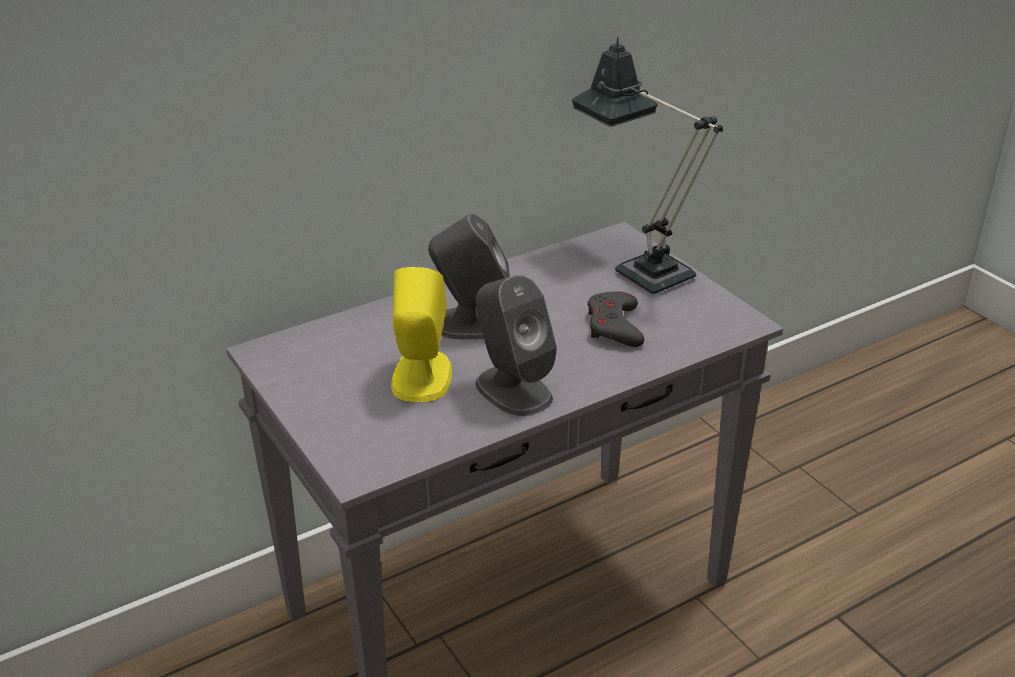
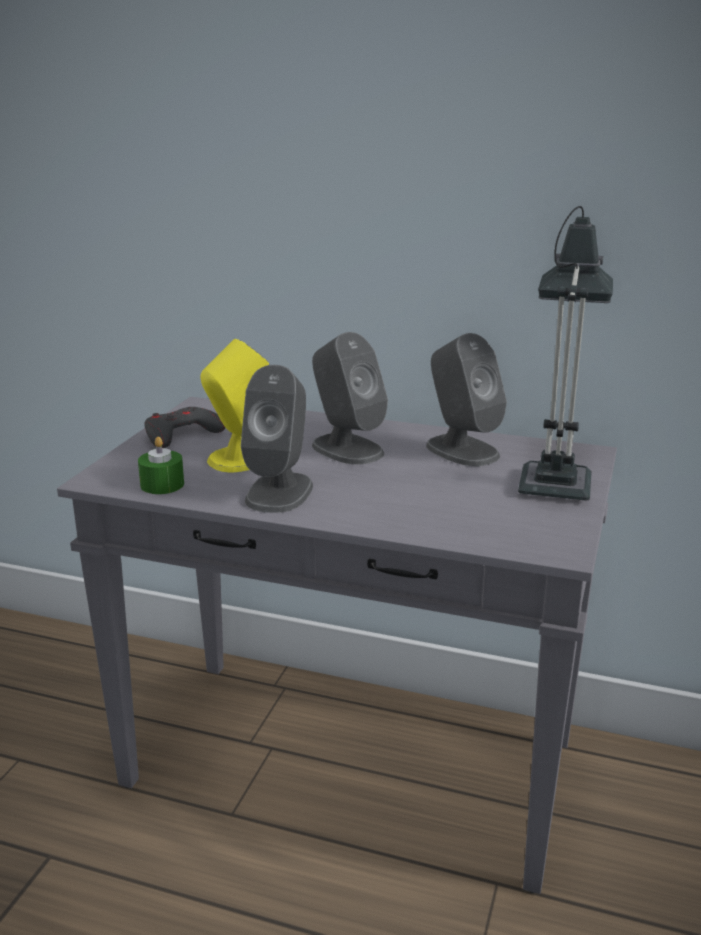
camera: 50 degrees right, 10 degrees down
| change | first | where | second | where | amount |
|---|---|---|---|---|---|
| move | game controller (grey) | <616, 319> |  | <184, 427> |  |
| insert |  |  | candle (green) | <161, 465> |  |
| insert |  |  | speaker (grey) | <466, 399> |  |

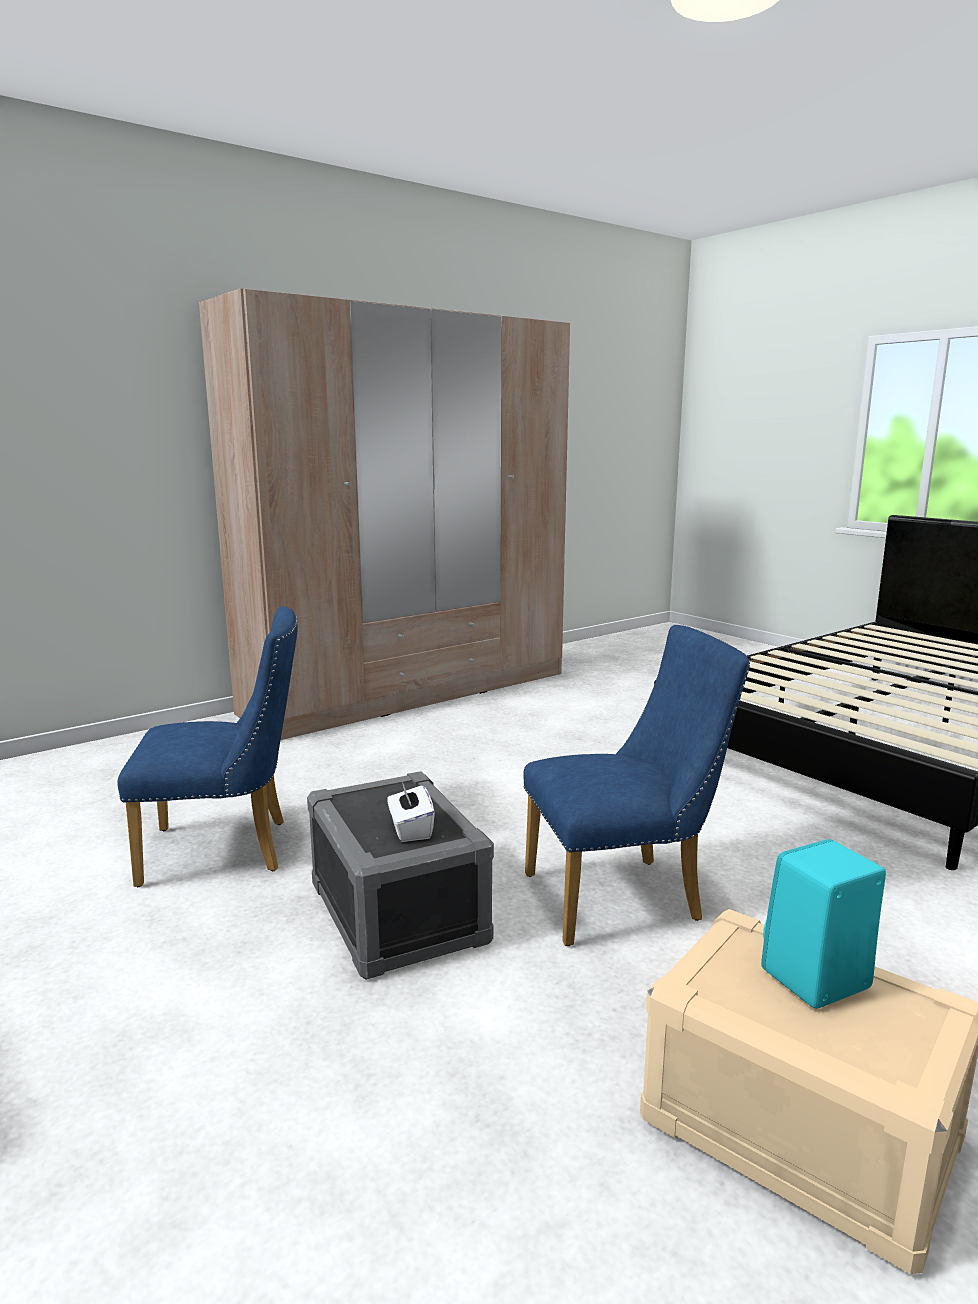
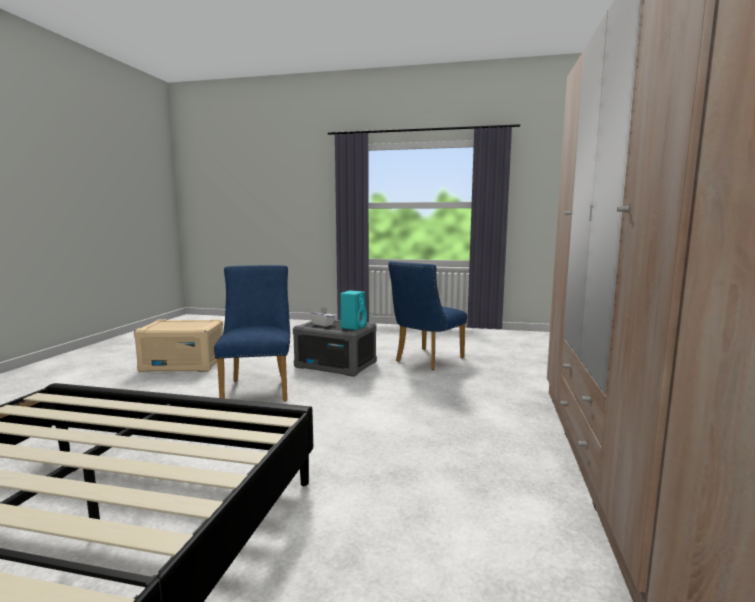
camera: 140 degrees right, 5 degrees down
| change | first | where | second | where | amount |
|---|---|---|---|---|---|
| rotate | chair (blue) | <636, 785> |  | <252, 333> | 135 degrees clockwise |
| move | speaker (turquoise) | <823, 924> |  | <353, 310> |  |

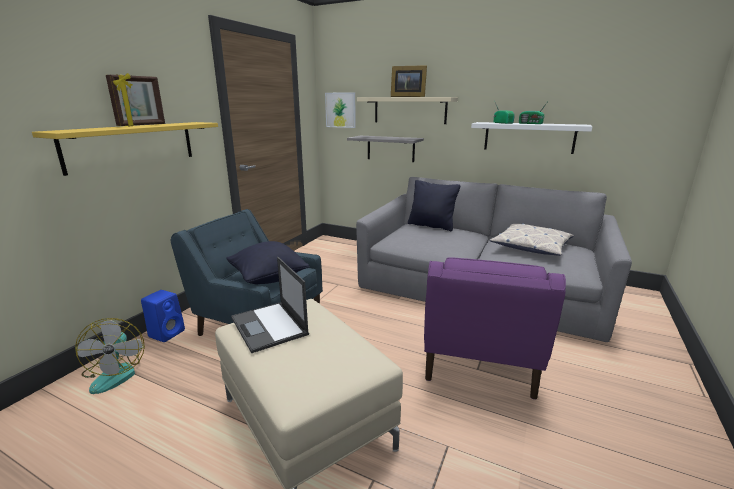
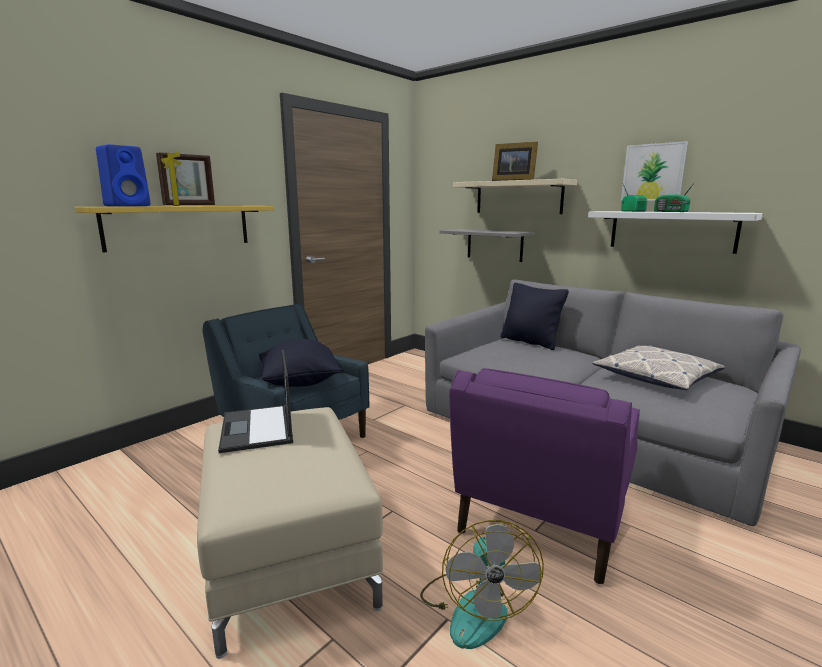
camera: 15 degrees right, 5 degrees down
| change | first | where | second | where | amount |
|---|---|---|---|---|---|
| move | fan | <110, 356> |  | <482, 584> |  |
| move | speaker (blue) | <163, 316> |  | <123, 175> |  |
| move | picture | <340, 110> |  | <654, 171> |  |

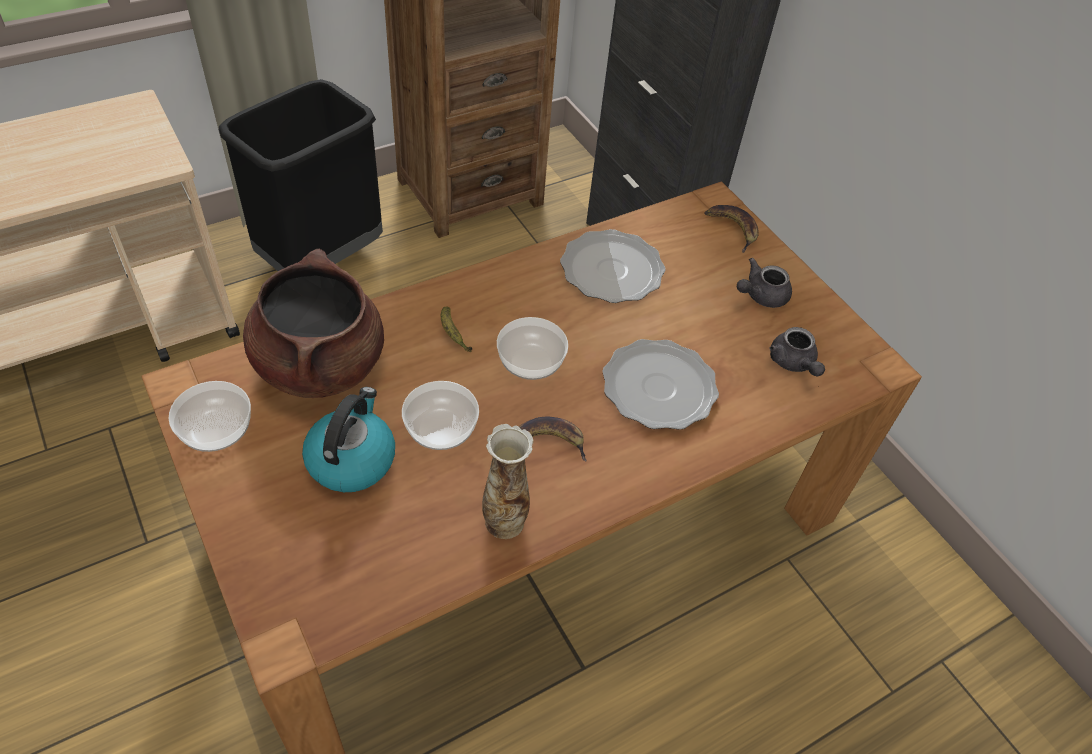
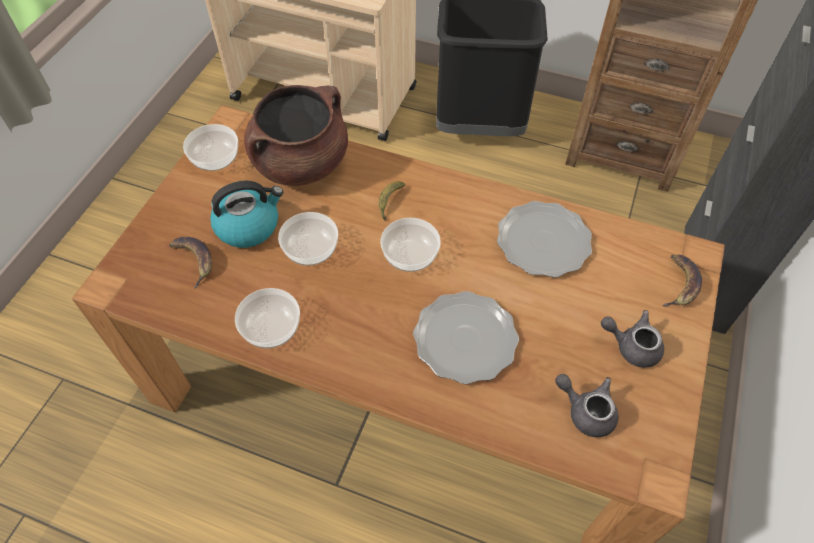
camera: 55 degrees right, 5 degrees up
| change | first | where | second | where | amount |
|---|---|---|---|---|---|
| replace | vase | <508, 481> | bowl | <267, 318> |  |
| move | banana | <553, 439> |  | <190, 263> |  |
| rotate | teapot (grey) | <797, 351> |  | <586, 406> | 90 degrees clockwise |

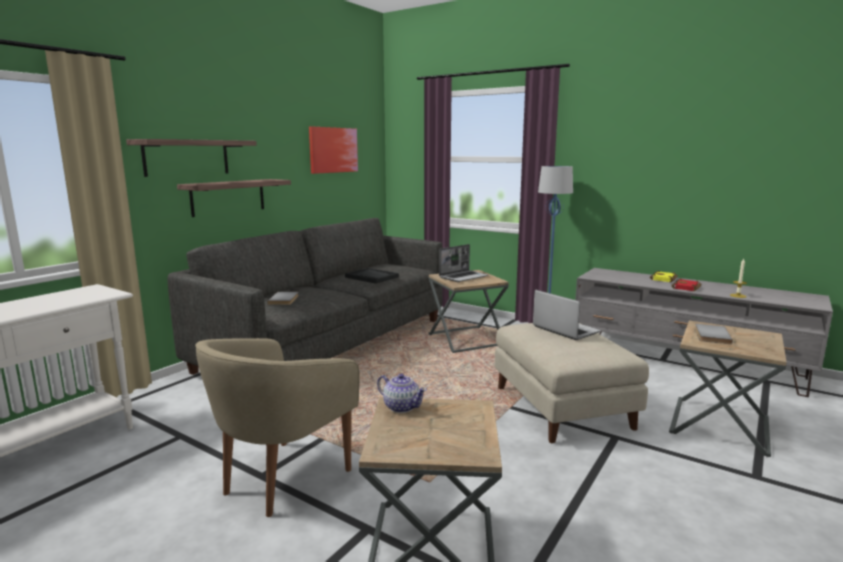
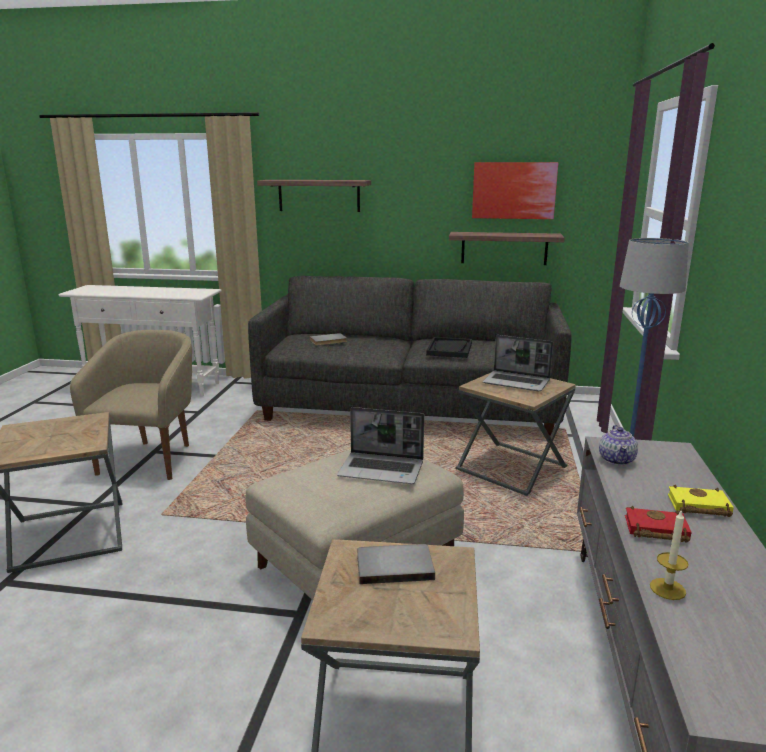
camera: 65 degrees right, 5 degrees up
| change | first | where | second | where | amount |
|---|---|---|---|---|---|
| move | shelf | <234, 198> |  | <507, 248> |  |
| rotate | armchair (beige) | <277, 427> |  | <131, 405> | 90 degrees clockwise |
| move | teapot | <402, 393> |  | <618, 445> |  |
| rotate | laptop | <567, 315> |  | <380, 445> | 75 degrees clockwise |

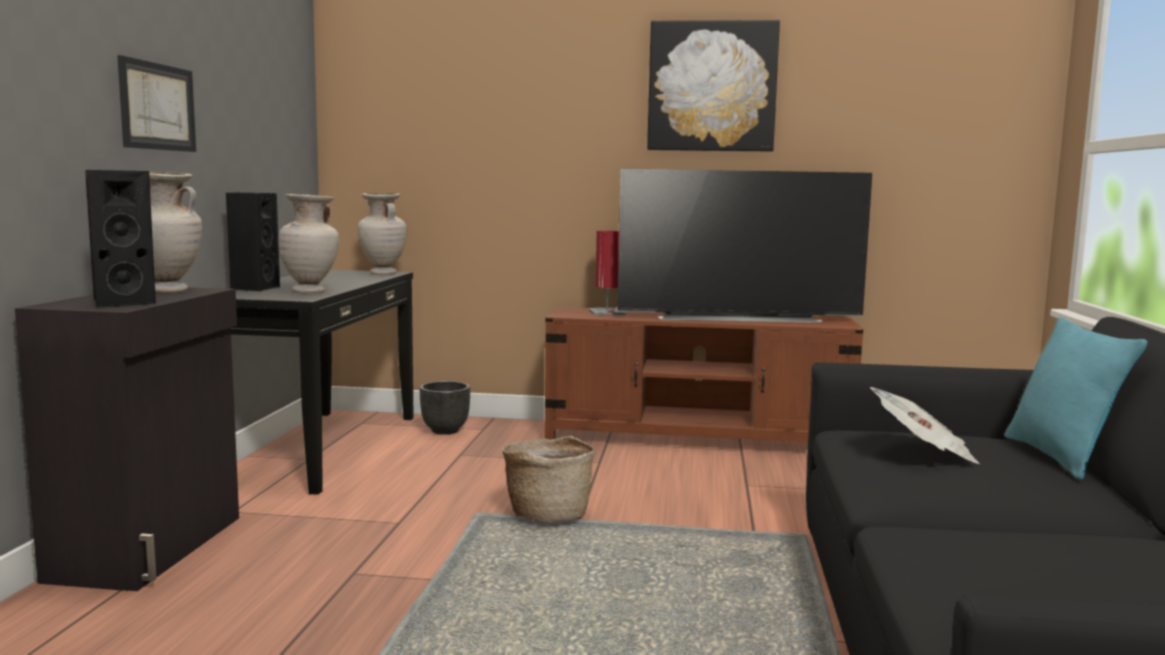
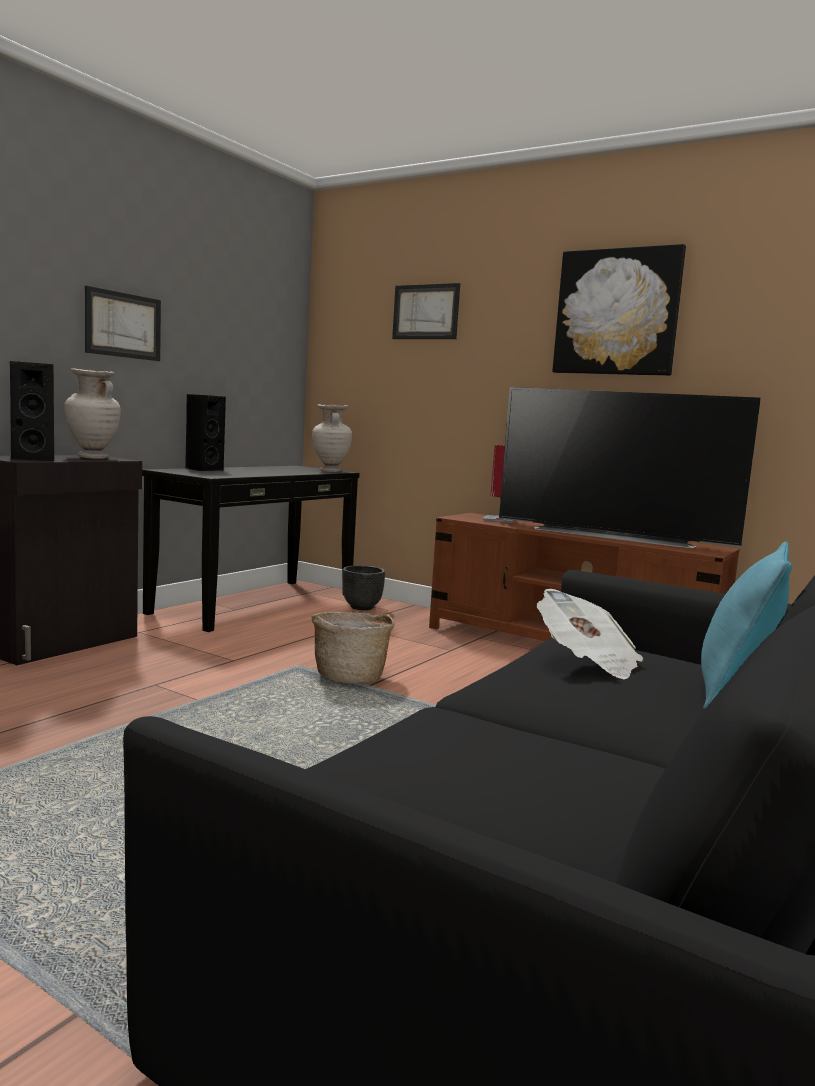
camera: 25 degrees right, 0 degrees up
| change | first | where | second | where | amount |
|---|---|---|---|---|---|
| delete | vase (beige) | <308, 243> |  |  |  |
| insert |  |  | picture | <426, 311> |  |

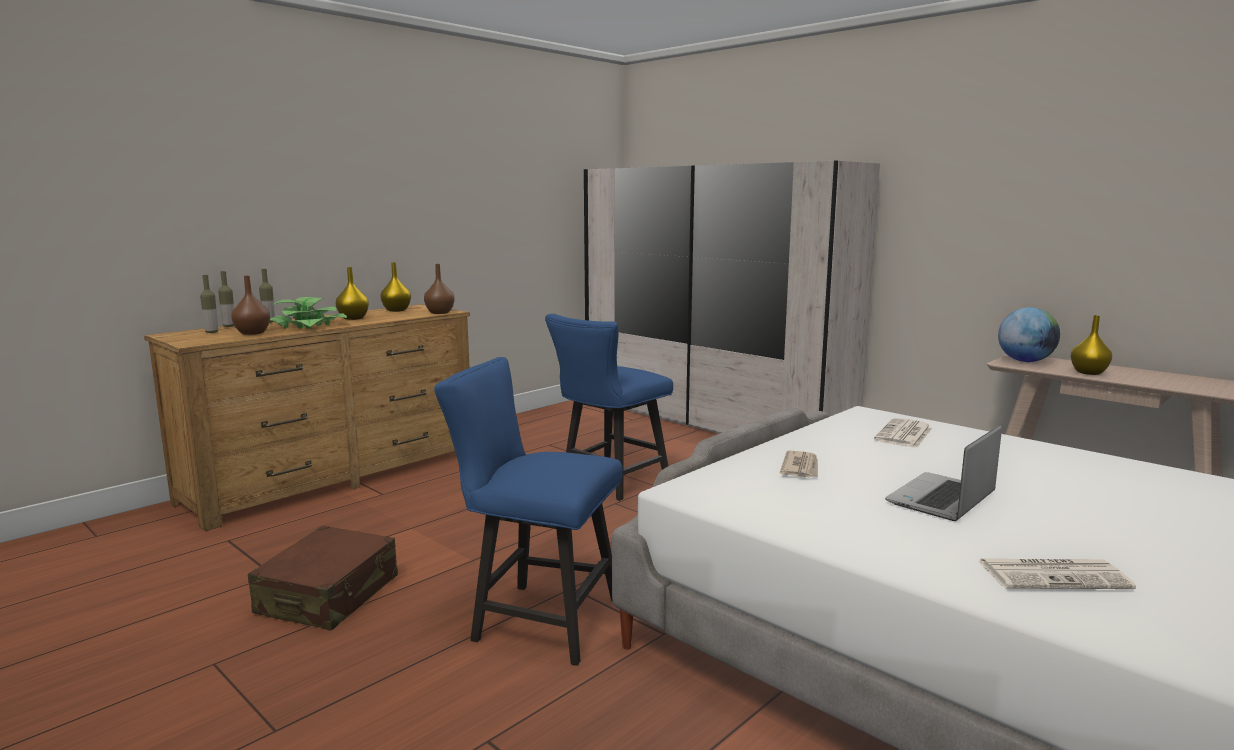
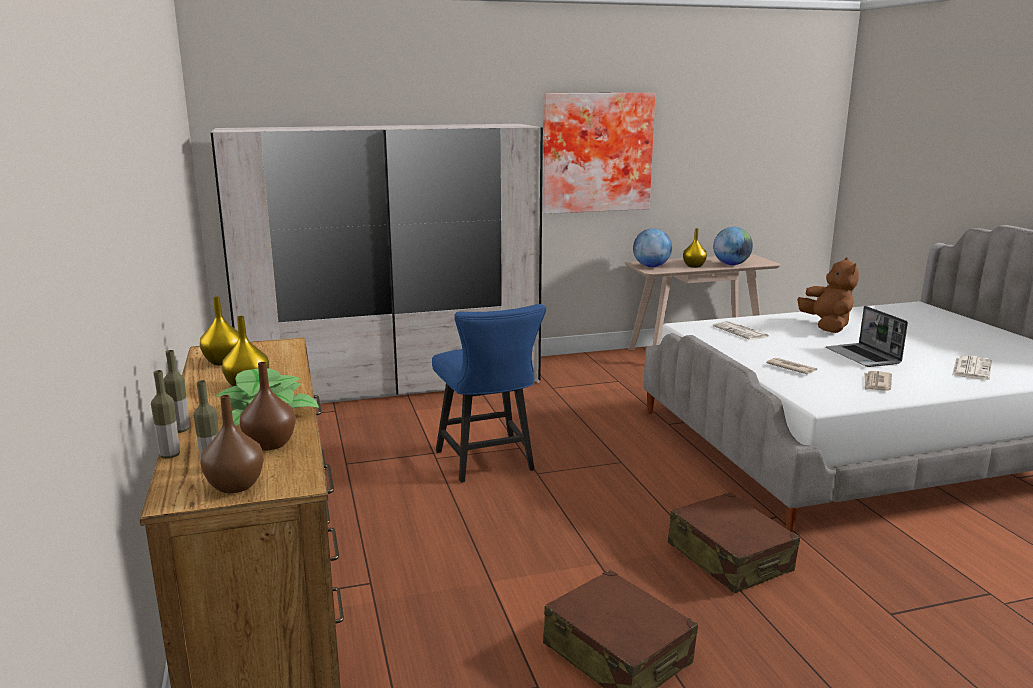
camera: 60 degrees left, 5 degrees up
| change | first | where | second | where | amount |
|---|---|---|---|---|---|
| move | vase (brown) | <439, 289> |  | <232, 444> |  |
| replace | chair (blue) | <528, 511> | suitcase (brown) | <734, 542> |  |
| insert |  |  | picture | <599, 153> |  |
| insert |  |  | globe | <733, 246> |  |
| insert |  |  | plush toy (brown) | <828, 295> |  |
| insert |  |  | newspaper | <878, 381> |  |

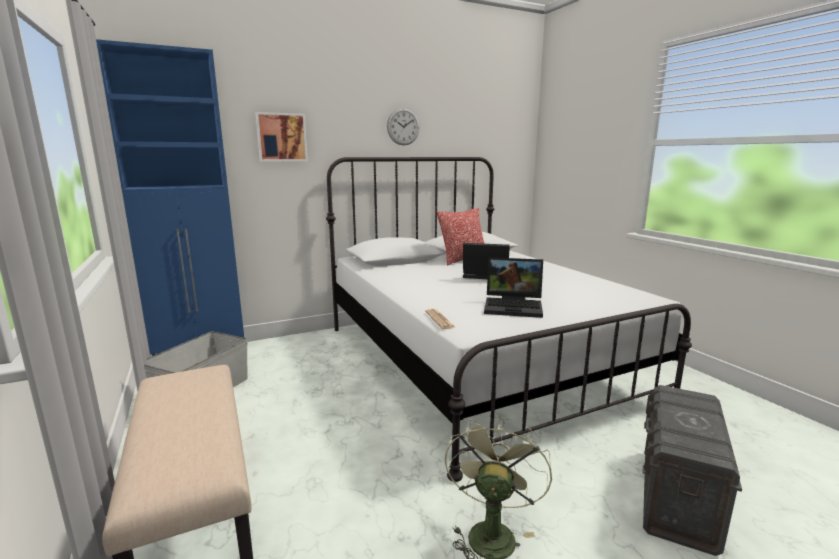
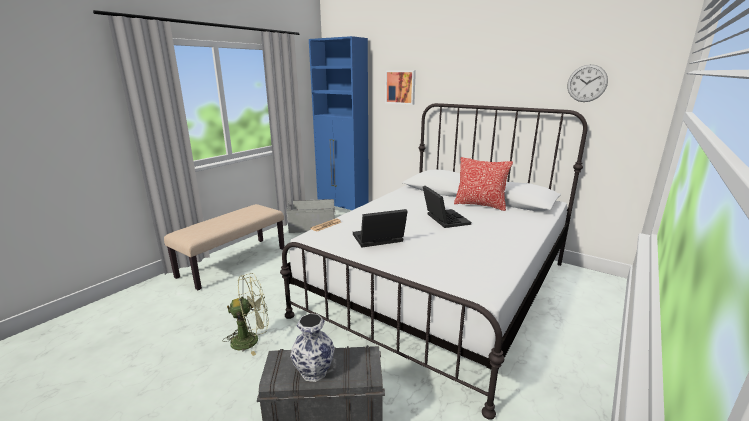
camera: 60 degrees right, 5 degrees up
| change | first | where | second | where | amount |
|---|---|---|---|---|---|
| move | wall clock | <403, 126> |  | <587, 83> |  |
| rotate | laptop | <513, 287> |  | <380, 228> | 90 degrees clockwise |
| insert |  |  | vase | <312, 347> |  |

